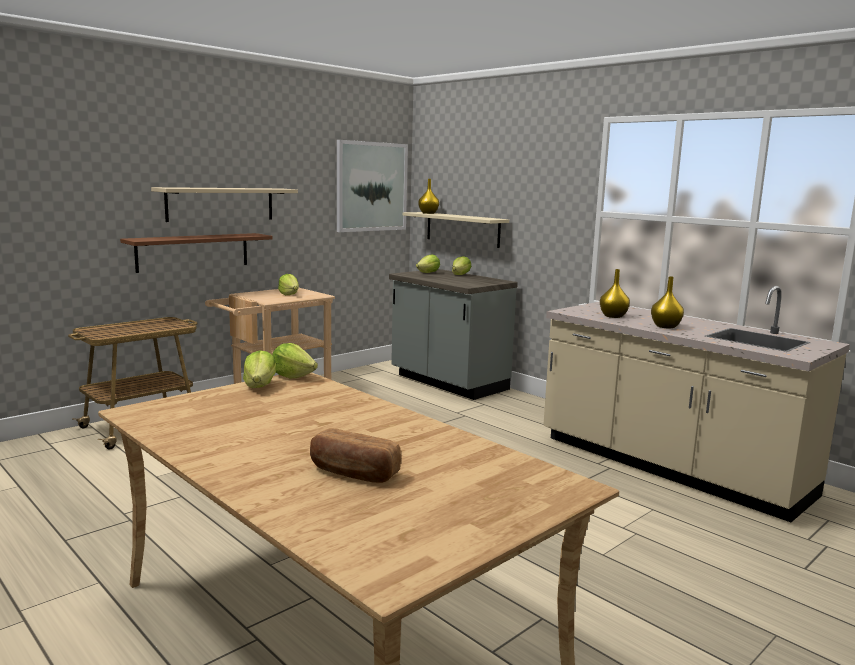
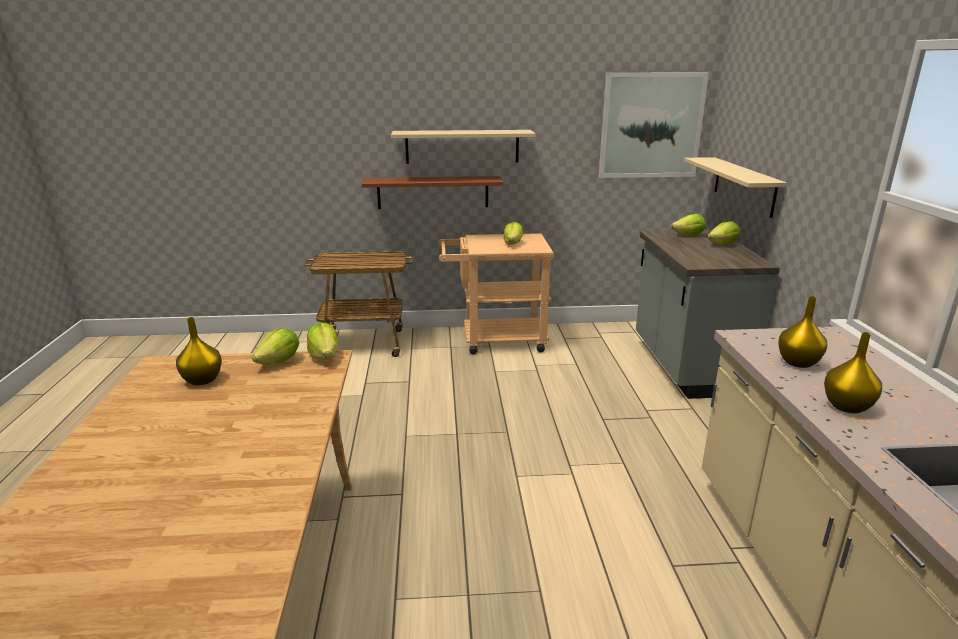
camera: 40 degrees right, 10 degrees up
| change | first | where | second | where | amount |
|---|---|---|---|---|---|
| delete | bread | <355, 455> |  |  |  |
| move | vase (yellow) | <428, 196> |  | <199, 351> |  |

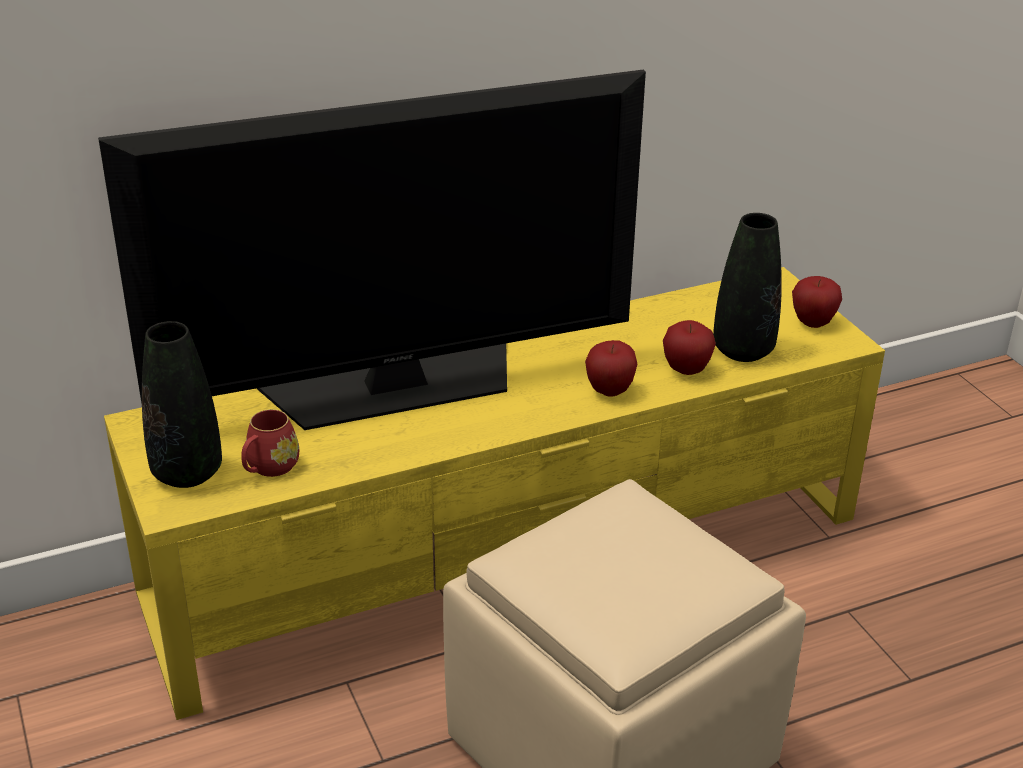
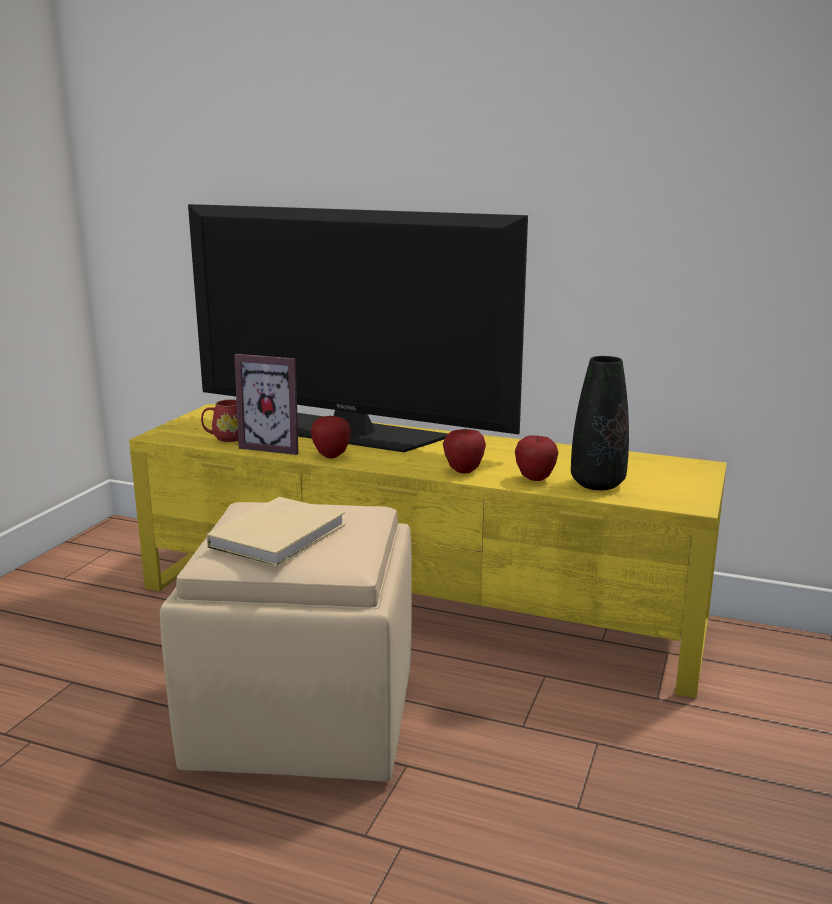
camera: 45 degrees right, 15 degrees down
| change | first | where | second | where | amount |
|---|---|---|---|---|---|
| delete | vase (black) | <182, 404> |  |  |  |
| move | apple | <817, 302> |  | <331, 436> |  |
| insert |  |  | book (beige) | <276, 532> |  |
| insert |  |  | picture frame | <266, 404> |  |

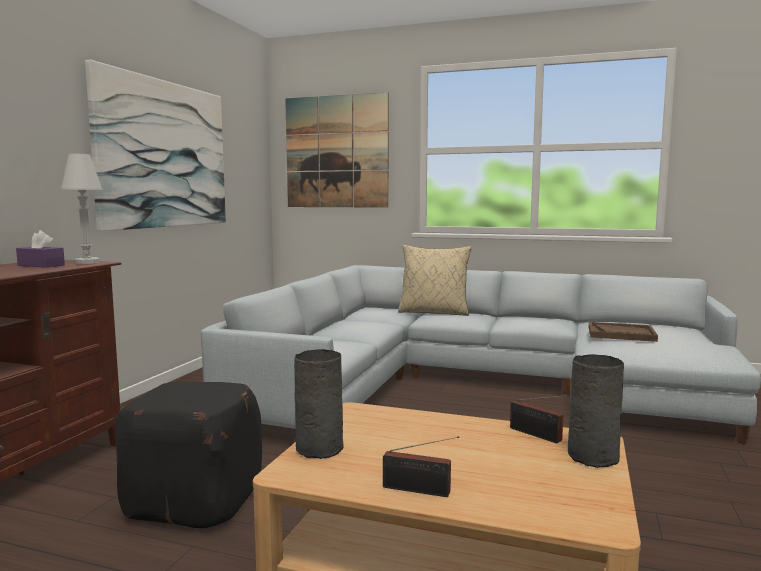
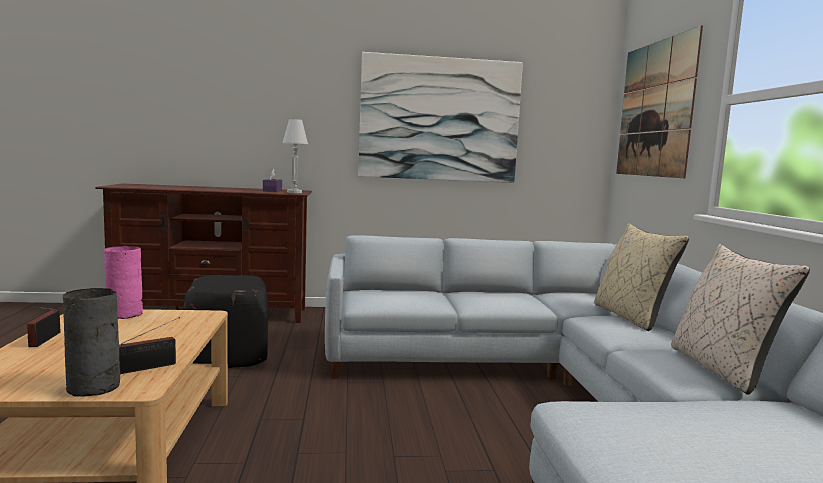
camera: 65 degrees right, 0 degrees up
| change | first | where | second | where | amount |
|---|---|---|---|---|---|
| recolor | vase (grey) | <319, 404> | vase (pink) | <123, 282> |  |
| rotate | radio | <540, 419> |  | <149, 345> | 150 degrees counterclockwise |
| delete | tray (brown) | <623, 332> |  |  |  |
| insert |  |  | pillow (beige) | <740, 319> |  |

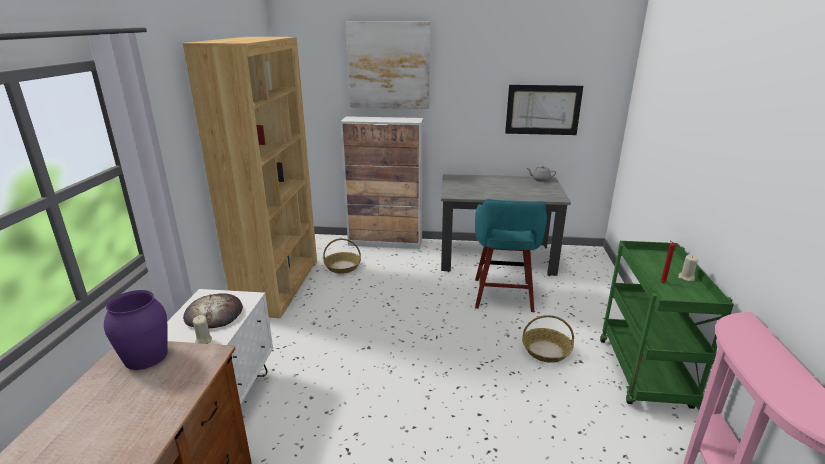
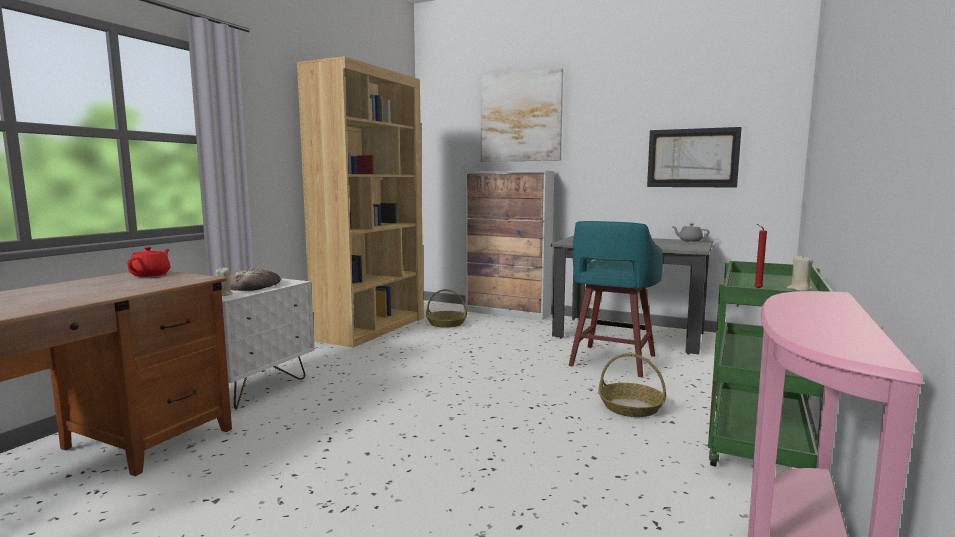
camera: 20 degrees right, 15 degrees down
| change | first | where | second | where | amount |
|---|---|---|---|---|---|
| replace | vase (purple) | <136, 330> | teapot (red) | <148, 262> |  |

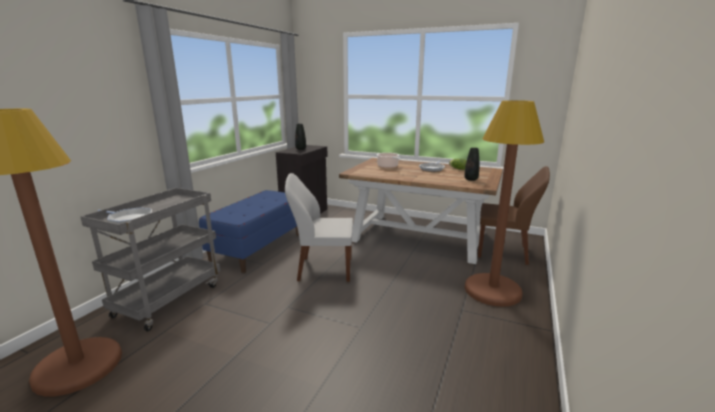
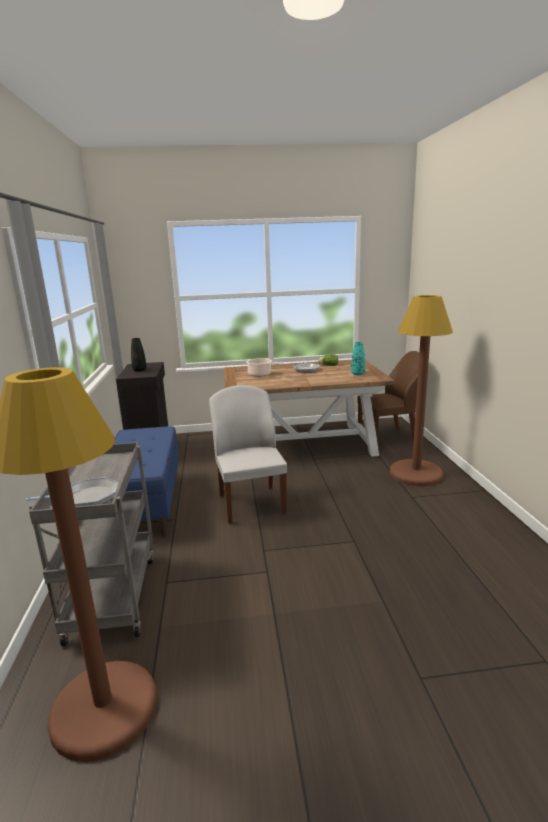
camera: 30 degrees left, 0 degrees up
| change | first | where | second | where | amount |
|---|---|---|---|---|---|
| rotate | chair (white) | <319, 227> |  | <248, 454> | 105 degrees clockwise |
| recolor | vase (black) | <471, 164> | vase (turquoise) | <358, 358> |  |

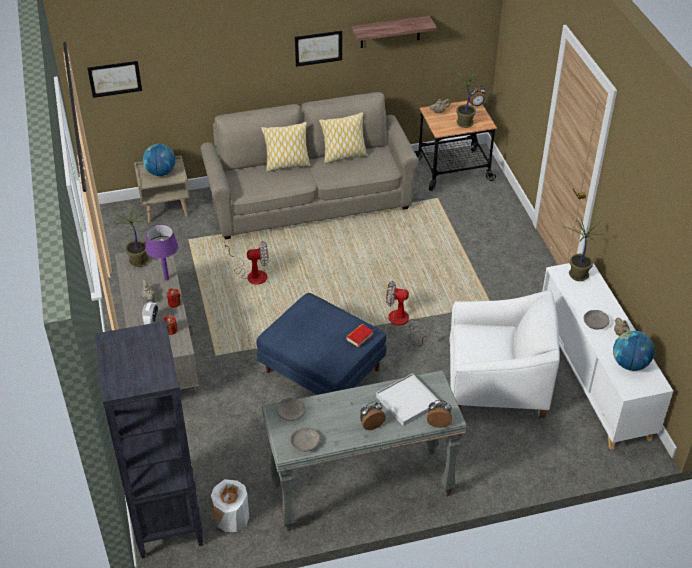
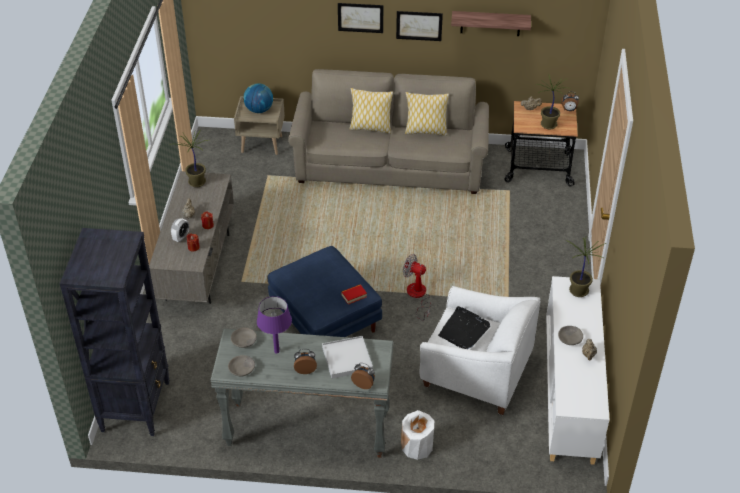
camera: 20 degrees right, 0 degrees up
| change | first | where | second | where | amount |
|---|---|---|---|---|---|
| move | picture | <114, 79> |  | <360, 18> |  |
| move | table lamp (purple) | <161, 252> |  | <274, 324> |  |
| move | vase (white) | <230, 505> |  | <417, 435> |  |
| delete | fan | <246, 263> |  |  |  |
| delete | globe | <634, 351> |  |  |  |
| insert |  |  | tray (black) | <464, 327> |  |

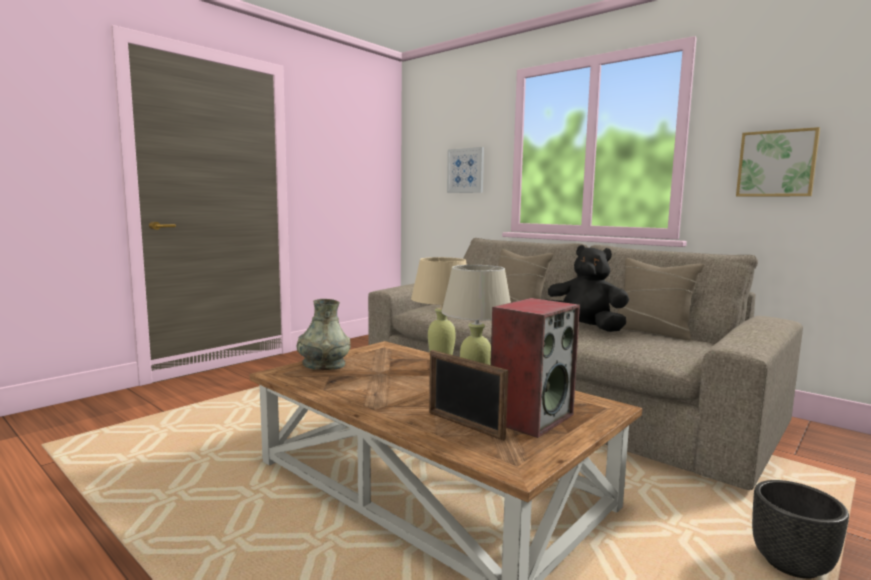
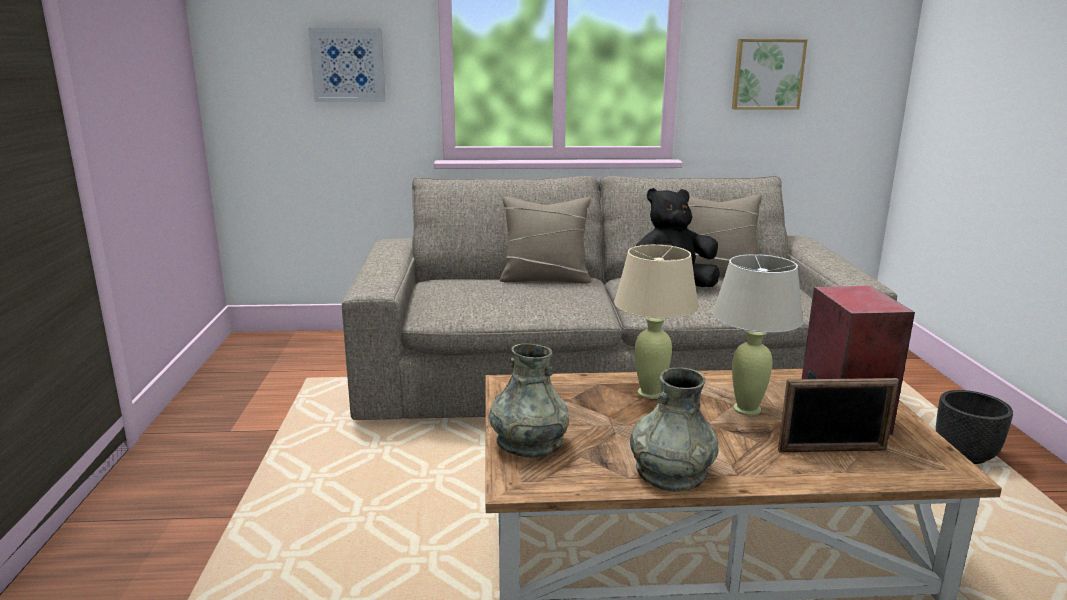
camera: 45 degrees left, 10 degrees up
| change | first | where | second | where | amount |
|---|---|---|---|---|---|
| insert |  |  | vase (grey) | <674, 429> |  |

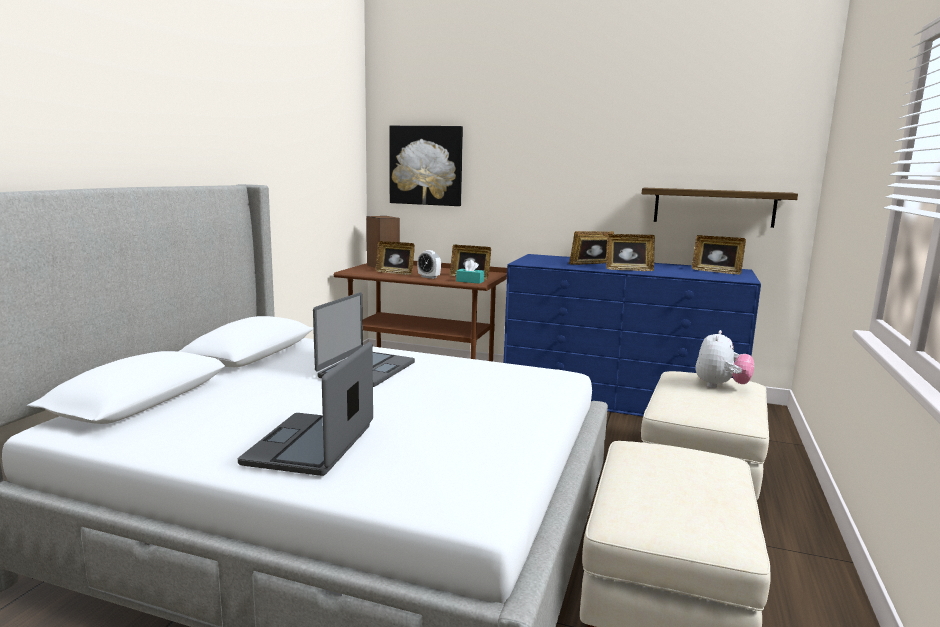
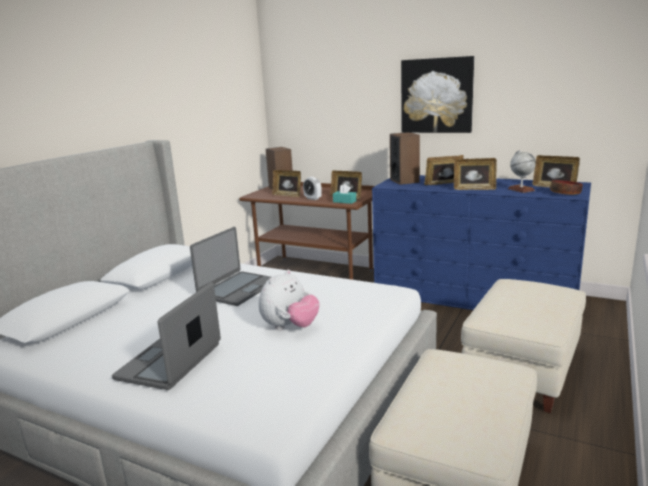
camera: 10 degrees right, 5 degrees up
| change | first | where | second | where | amount |
|---|---|---|---|---|---|
| move | picture | <426, 166> |  | <437, 94> |  |
| delete | shelf | <720, 208> |  |  |  |
| move | plush toy | <724, 359> |  | <289, 300> |  |
| insert |  |  | speaker | <405, 158> |  |
| insert |  |  | globe | <522, 171> |  |
| insert |  |  | bowl | <566, 187> |  |

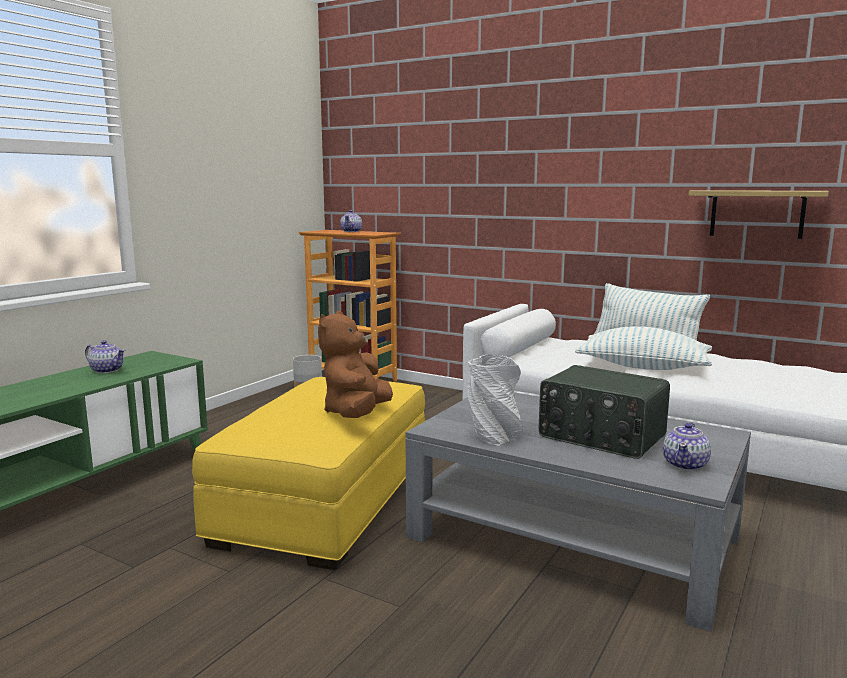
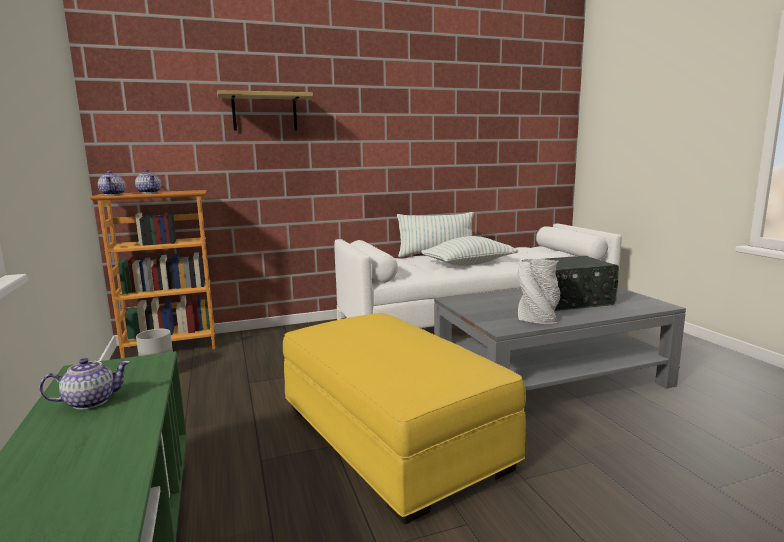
camera: 50 degrees left, 0 degrees up
| change | first | where | second | where | amount |
|---|---|---|---|---|---|
| delete | plush toy (brown) | <355, 364> |  |  |  |
| move | teapot | <687, 447> |  | <112, 182> |  |
| move | shelf | <759, 214> |  | <265, 110> |  |

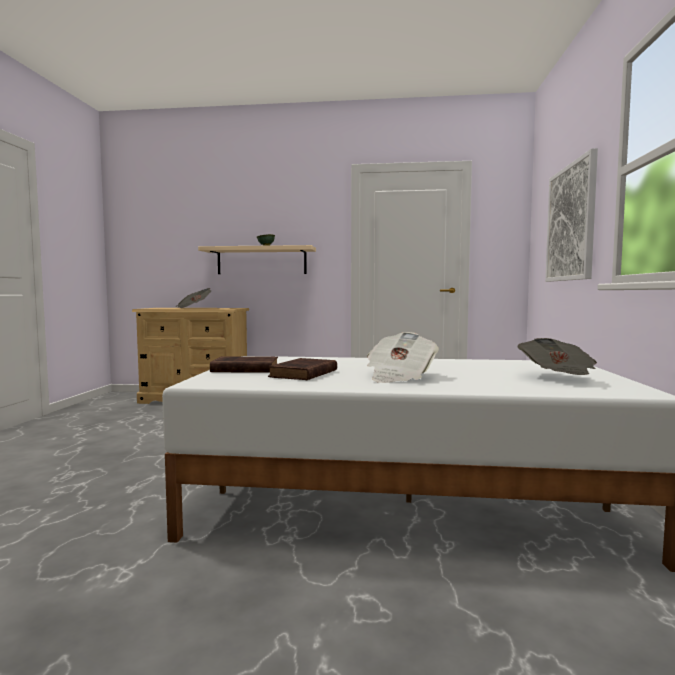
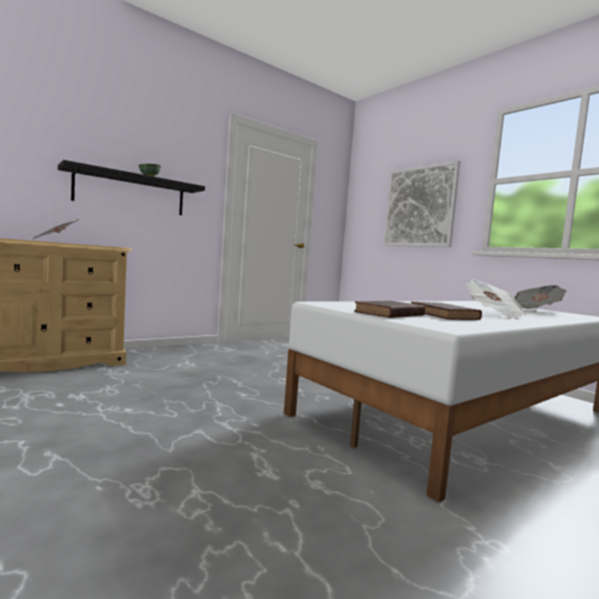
camera: 45 degrees left, 0 degrees up
| change | first | where | second | where | amount |
|---|---|---|---|---|---|
| recolor | shelf (beige) | <257, 259> | shelf (black) | <131, 187> |  |

